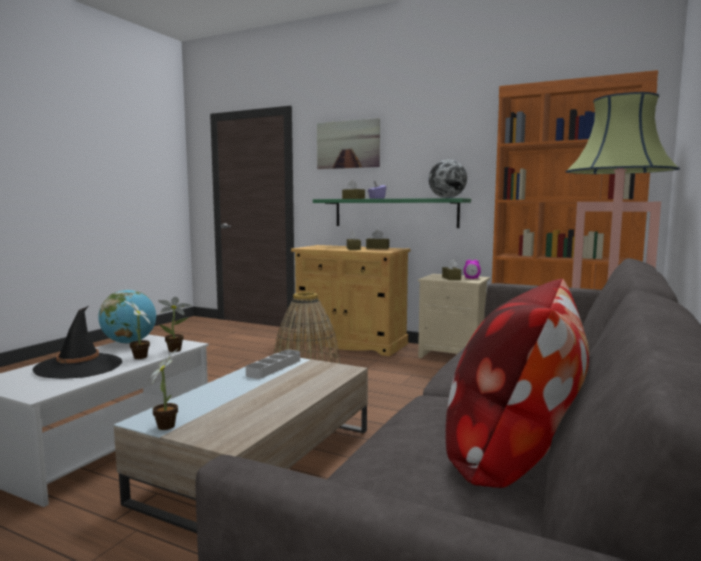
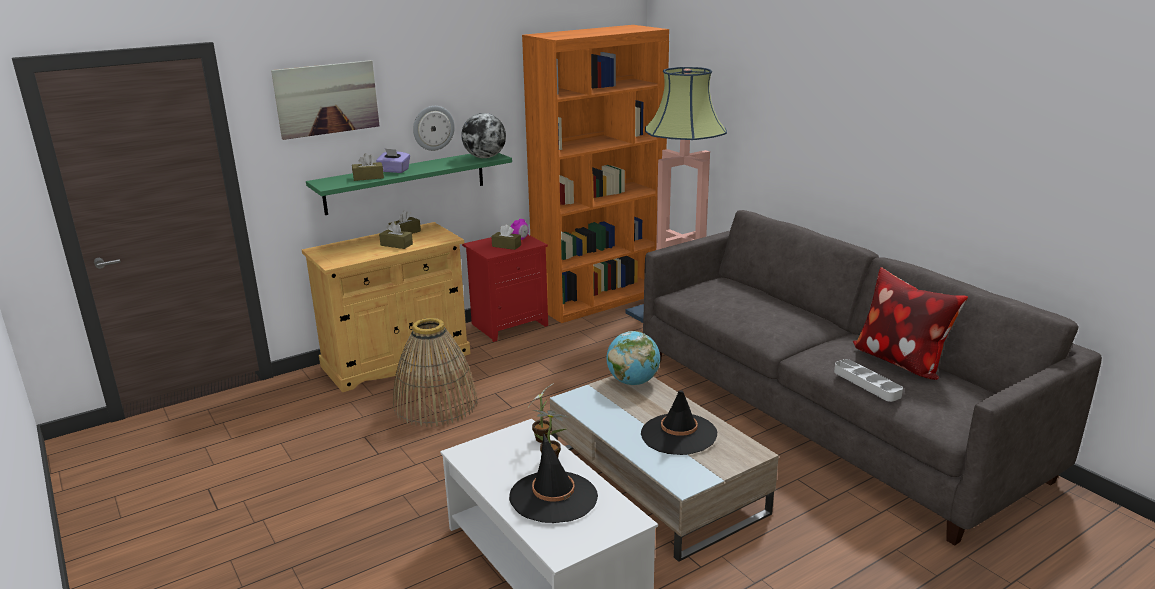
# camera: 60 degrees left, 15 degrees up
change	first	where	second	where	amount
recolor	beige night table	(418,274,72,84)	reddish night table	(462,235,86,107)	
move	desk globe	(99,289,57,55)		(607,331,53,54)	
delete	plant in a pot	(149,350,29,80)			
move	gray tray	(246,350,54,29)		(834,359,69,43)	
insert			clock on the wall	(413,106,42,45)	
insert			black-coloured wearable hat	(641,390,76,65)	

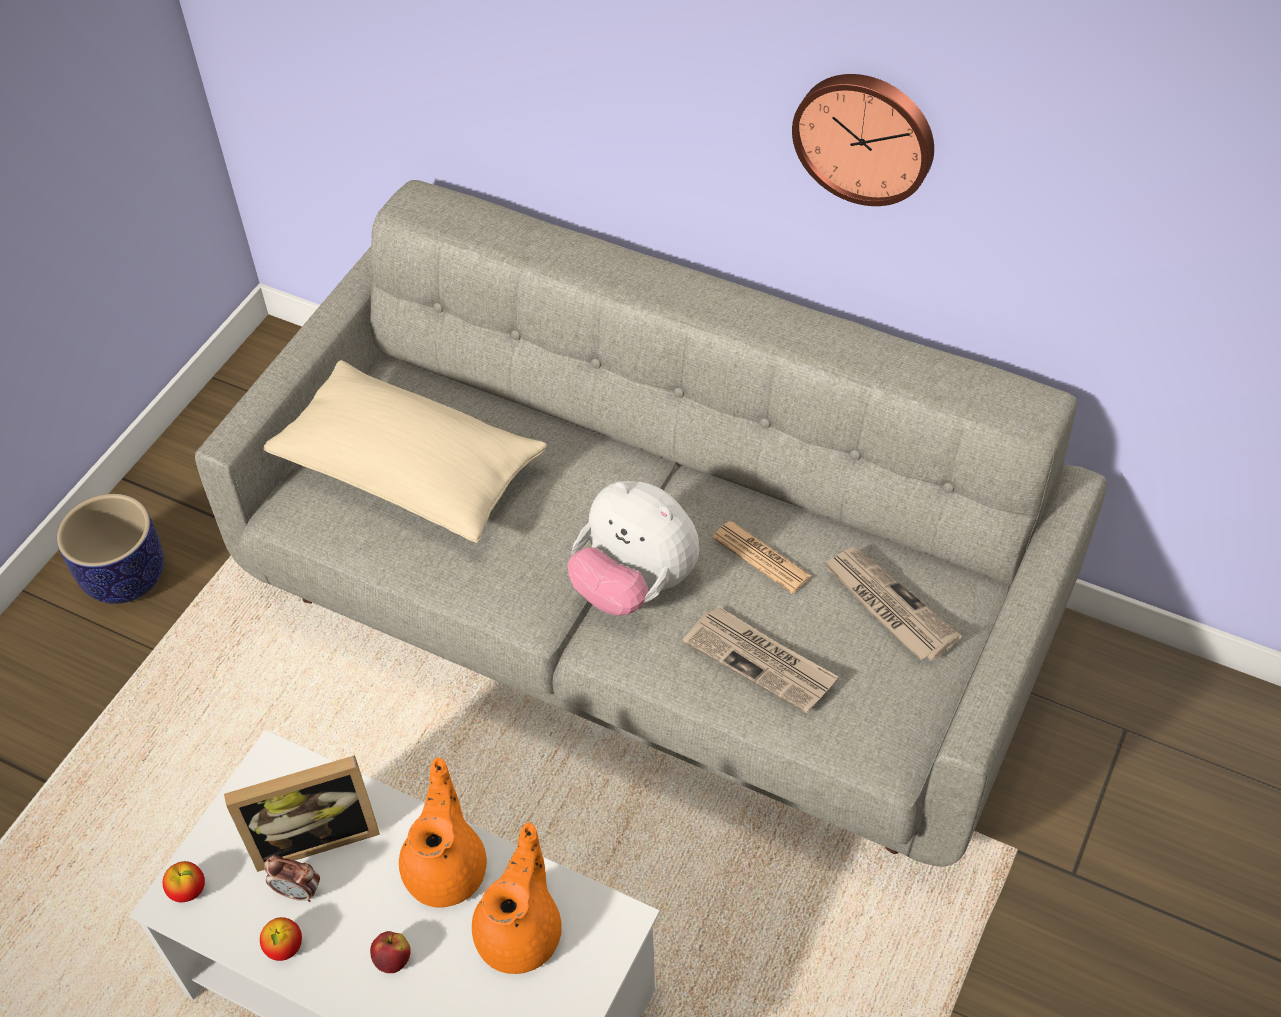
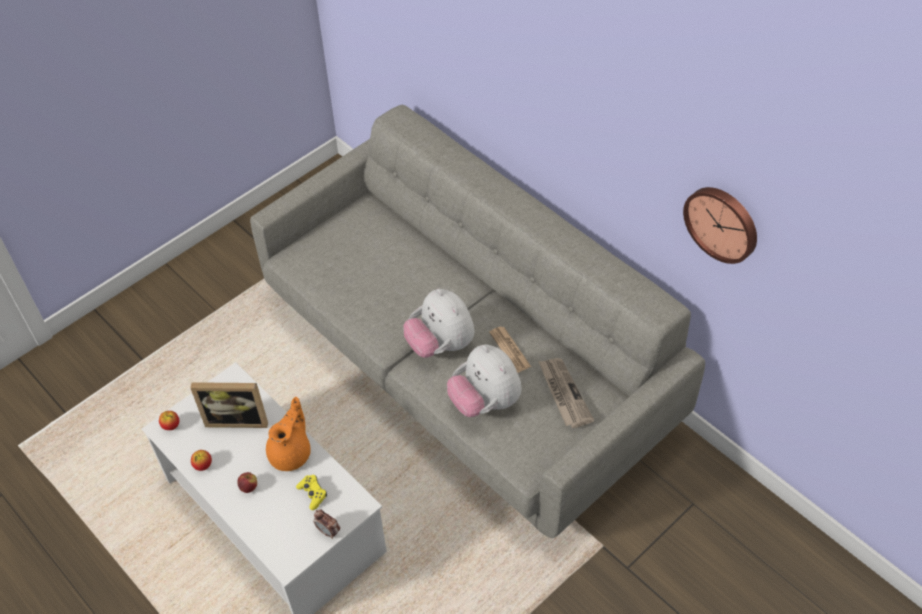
# camera: 20 degrees right, 0 degrees up
change	first	where	second	where	amount
move	clock on the wall	(792,74,142,132)		(683,187,74,77)	
delete	beige cushion	(263,360,284,183)			
delete	flower pot	(57,494,107,110)			
replace	daily paper	(683,606,155,108)	cuddly toy	(447,345,75,72)	
replace	orange teapot	(472,822,90,152)	yellow-coloured gamepad	(296,475,31,35)	
move	table clock	(265,855,55,47)		(313,510,27,29)	

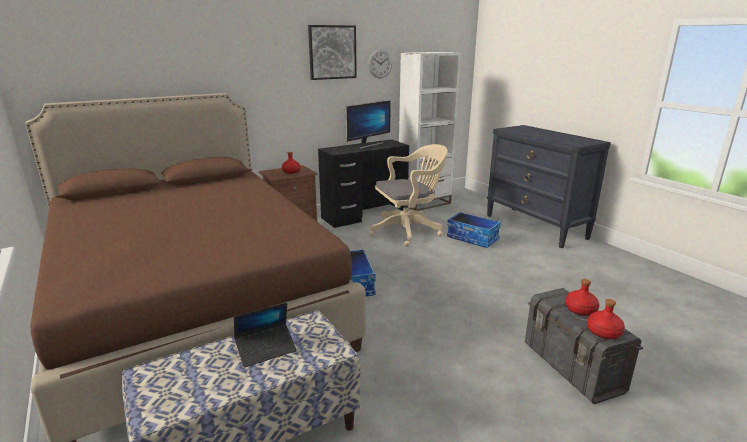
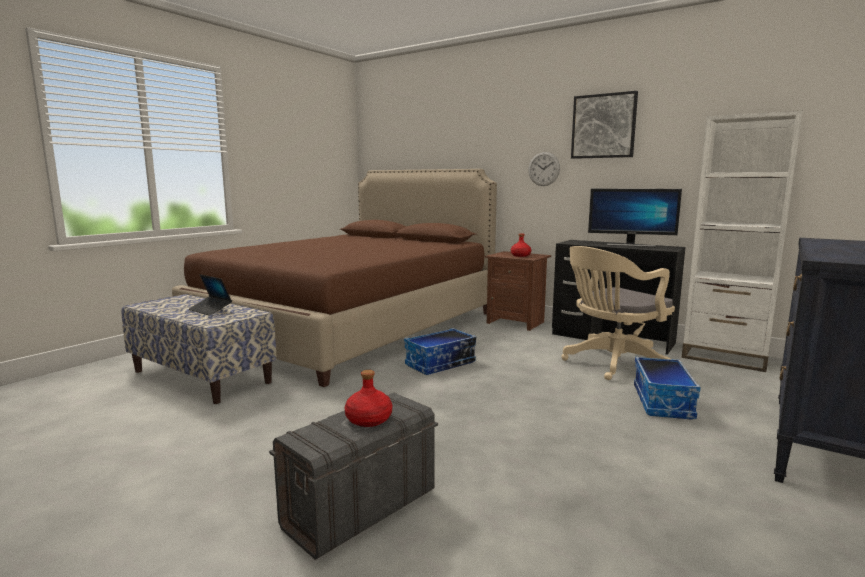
# camera: 65 degrees right, 10 degrees down
change	first	where	second	where	amount
move	clock on the wall	(368,49,24,29)		(528,152,32,34)	
rotate	beige computer chair	(369,144,79,102)		(561,246,114,134)	105 degrees clockwise
delete	reddish bottle	(587,299,38,40)			

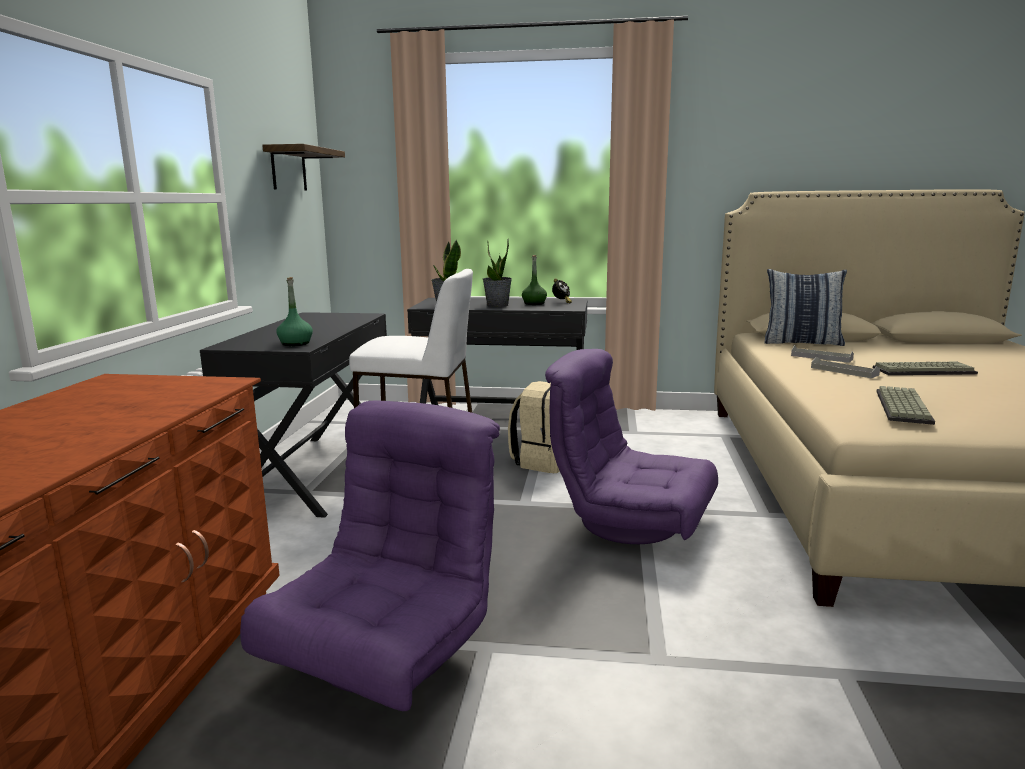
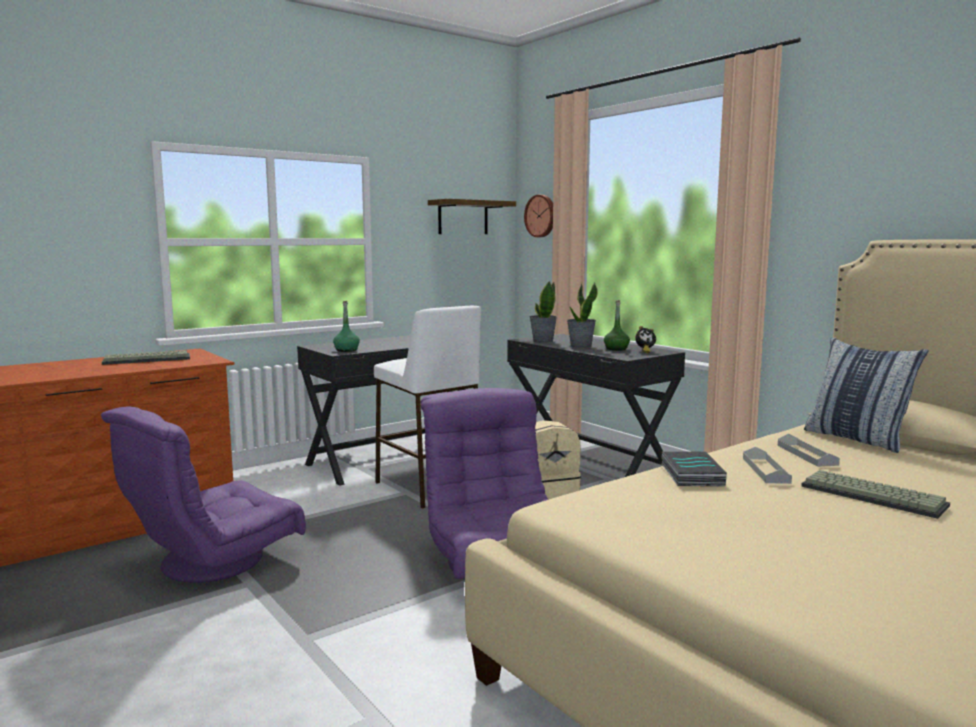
# camera: 45 degrees right, 5 degrees down
change	first	where	second	where	amount
move	computer keyboard	(876,386,59,39)		(102,350,88,15)	
rotate	purple-coloured armchair	(240,401,260,310)		(101,406,205,177)	150 degrees clockwise
insert			clock on the wall	(524,195,29,42)	
insert			volume	(661,451,66,35)	

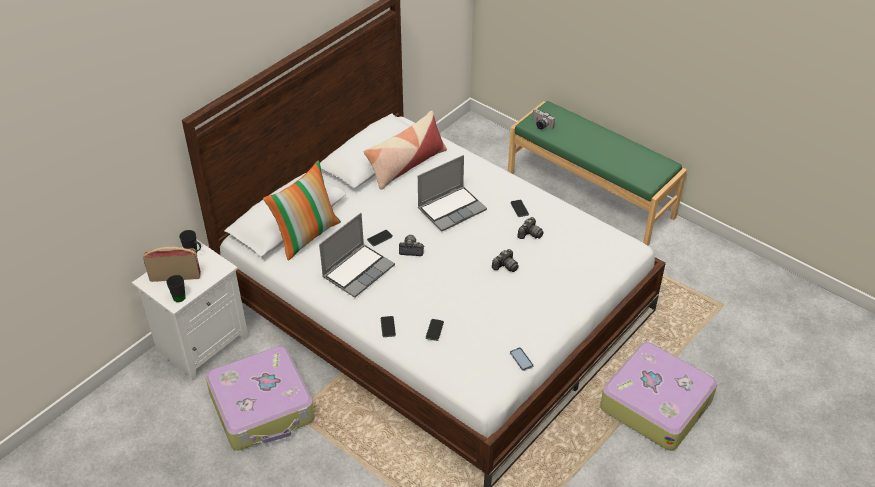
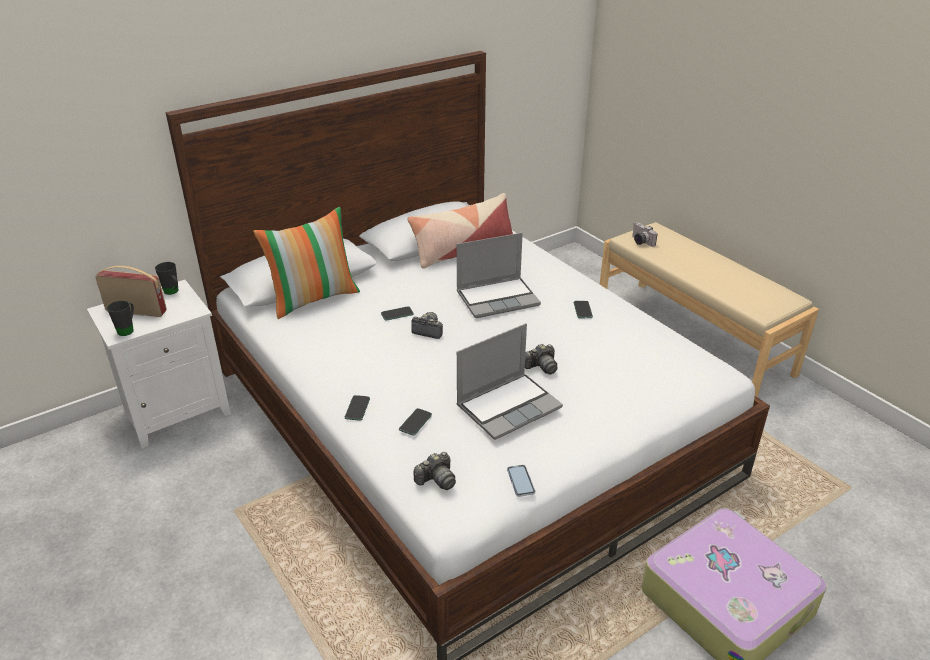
# camera: 15 degrees right, 10 degrees down
change	first	where	second	where	amount
recolor	green-coloured bench	(508,101,179,145)	beige bench	(600,222,219,175)	
move	notebook computer	(319,213,76,85)		(456,323,107,117)	
move	still camera	(517,217,27,22)		(414,452,42,38)	
delete	piece of luggage	(205,346,110,105)			

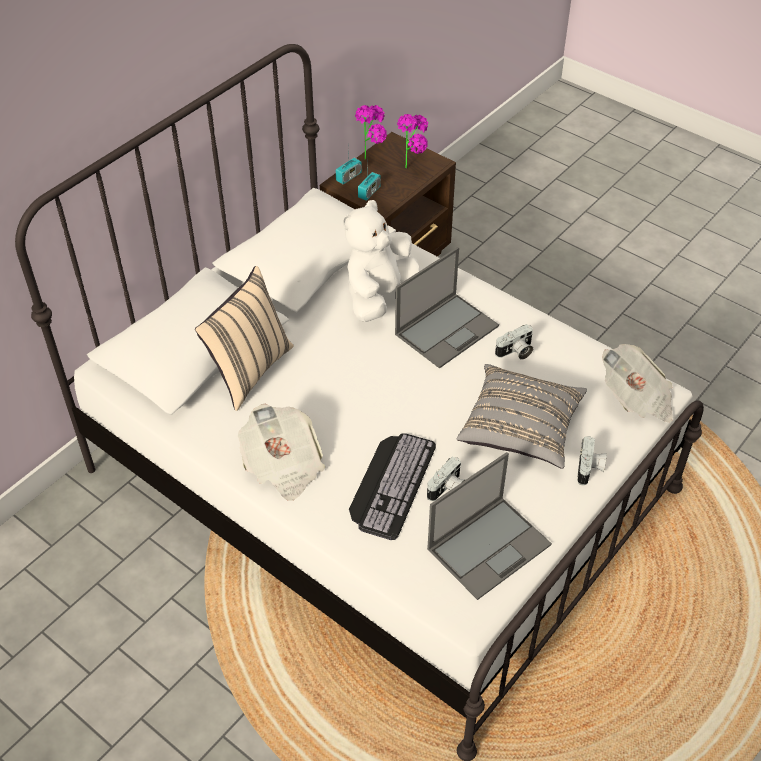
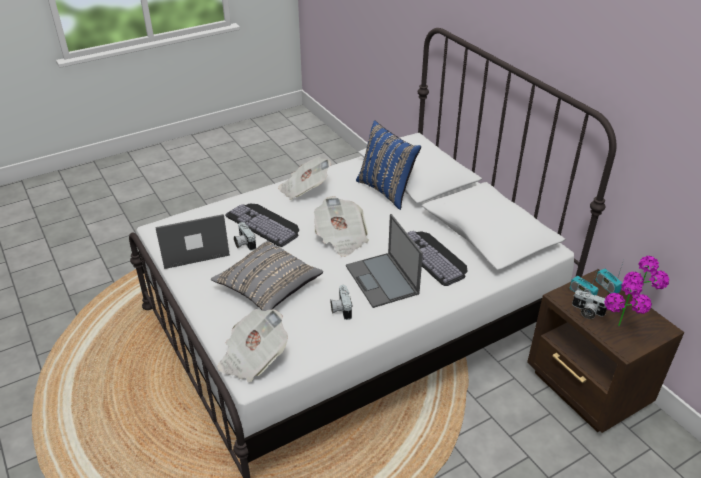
# camera: 110 degrees right, 10 degrees down
change	first	where	second	where	amount
replace	white-coloured cuddly toy	(343,200,77,122)	computer keyboard	(407,231,61,55)	
recolor	beige cushion	(195,266,99,145)	bluish cushion	(356,120,65,90)	
move	still camera	(577,436,30,49)		(572,290,35,29)	
rotate	notebook computer	(427,452,125,148)		(155,214,75,55)	90 degrees clockwise
insert			daily paper	(314,196,55,61)	

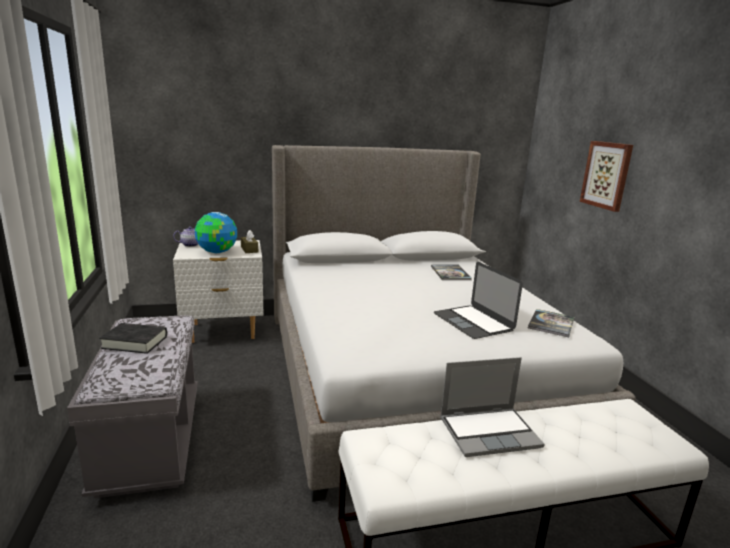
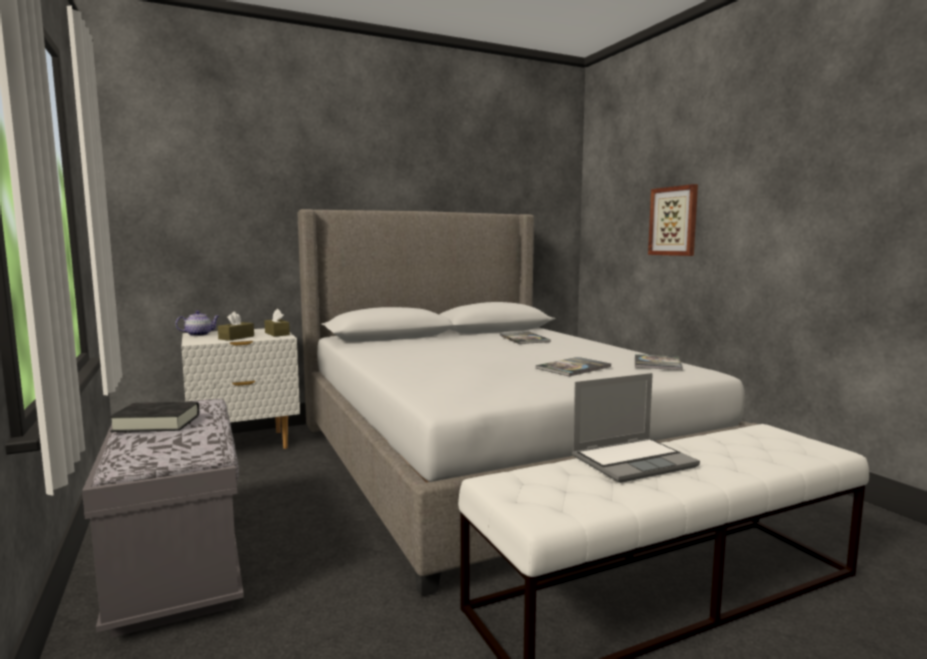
# camera: 10 degrees left, 10 degrees down
change	first	where	second	where	amount
replace	desk globe	(195,212,42,41)	brown tissue holder	(218,311,36,30)	
replace	notebook computer	(434,262,89,77)	volume	(536,357,75,19)	

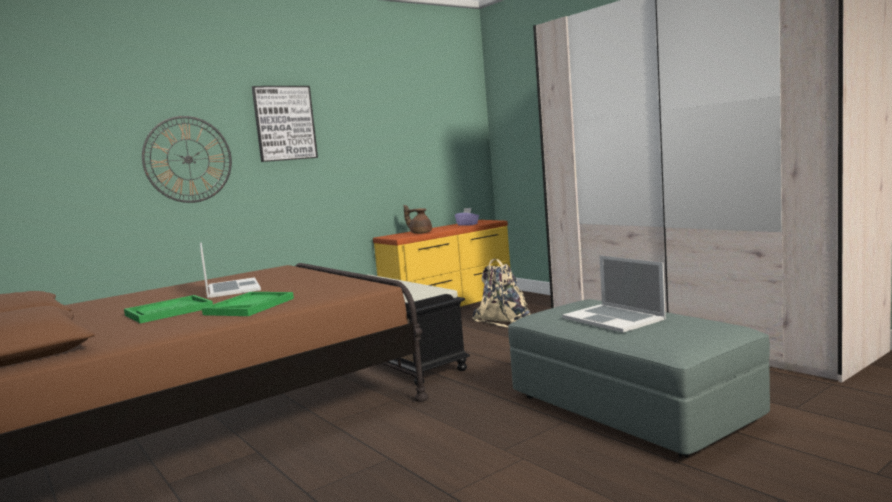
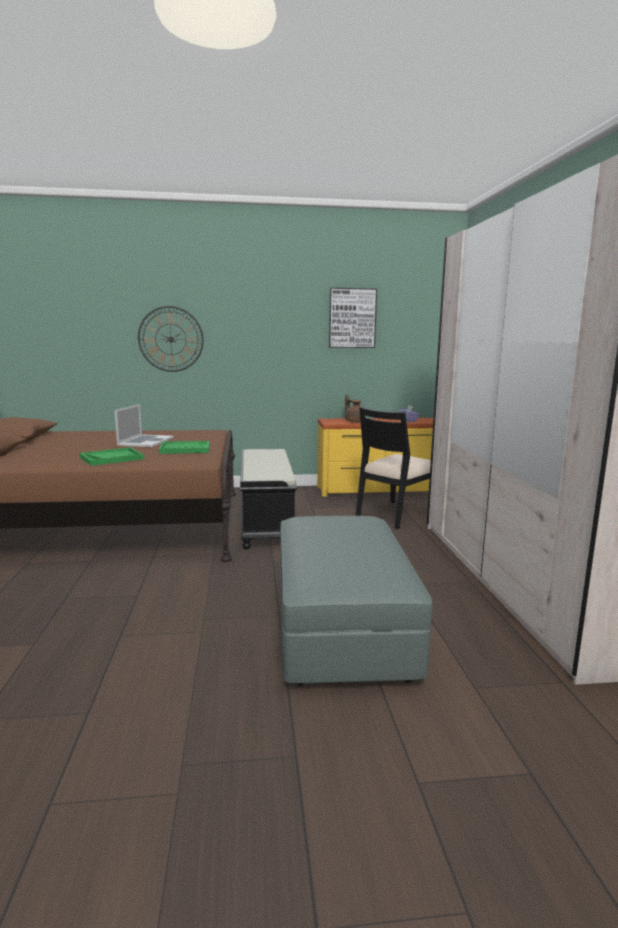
# camera: 30 degrees right, 5 degrees up
change	first	where	second	where	amount
move	wall picture	(252,86,66,76)		(329,288,48,60)	
delete	notebook computer	(562,255,104,78)			
replace	beige backpack	(472,258,59,70)	black-coloured upright chair	(356,407,75,122)	
move	green-coloured tray	(124,295,89,28)		(159,441,51,13)	

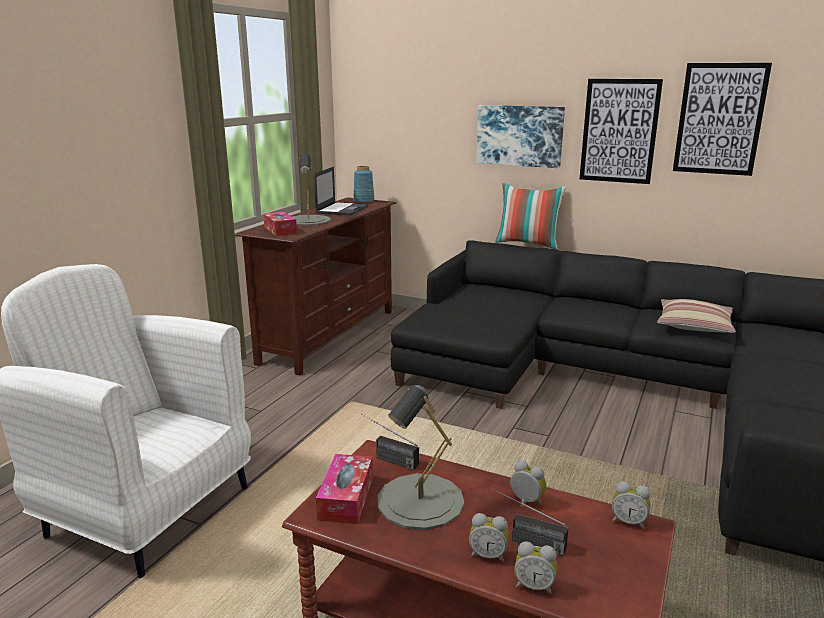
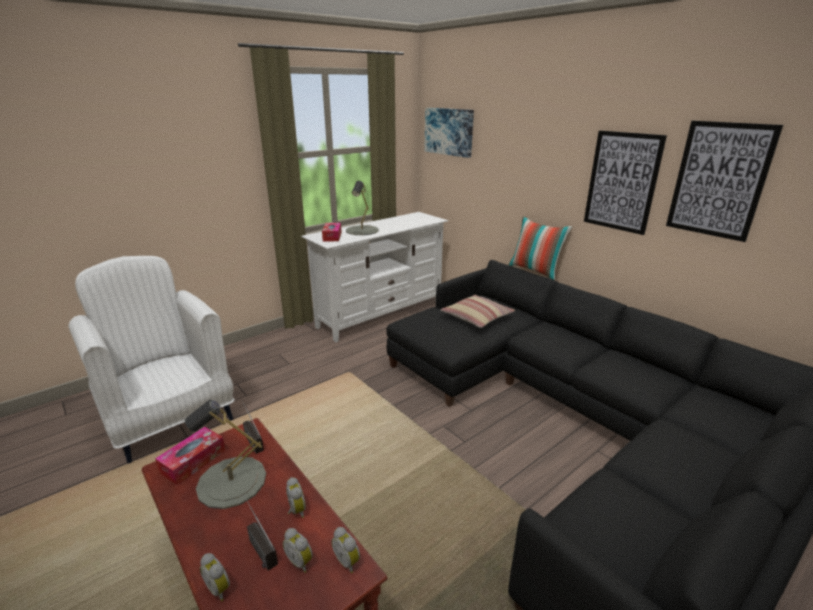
# camera: 25 degrees right, 5 degrees up
change	first	where	second	where	amount
move	wall picture	(476,105,89,63)		(425,108,49,50)	
delete	bluish decorative vase	(353,166,22,37)			
delete	notebook computer	(314,167,54,49)			
recolor	brown media console	(234,197,162,178)	white-coloured media console	(301,212,147,130)	
move	cushion	(657,299,79,34)		(440,295,75,33)	
move	table clock	(469,513,40,50)		(283,528,30,45)	

